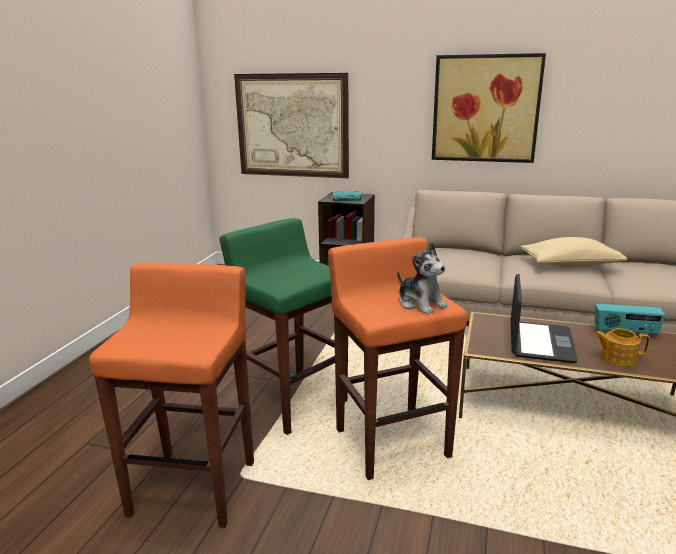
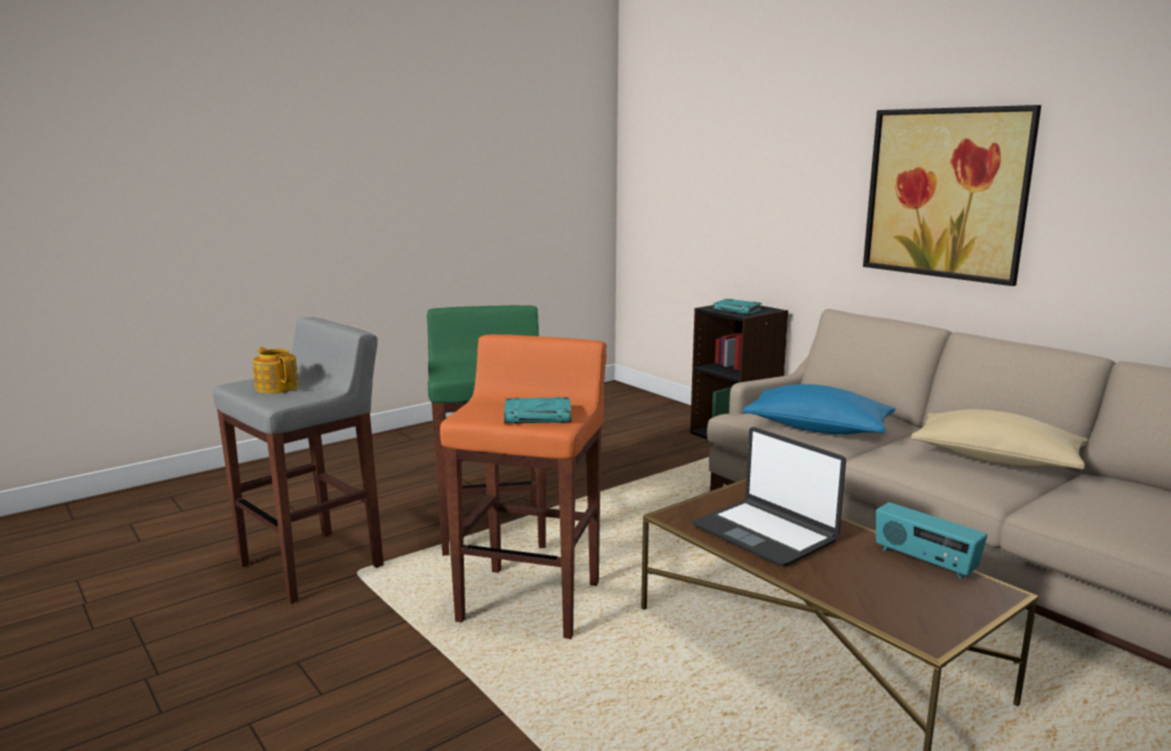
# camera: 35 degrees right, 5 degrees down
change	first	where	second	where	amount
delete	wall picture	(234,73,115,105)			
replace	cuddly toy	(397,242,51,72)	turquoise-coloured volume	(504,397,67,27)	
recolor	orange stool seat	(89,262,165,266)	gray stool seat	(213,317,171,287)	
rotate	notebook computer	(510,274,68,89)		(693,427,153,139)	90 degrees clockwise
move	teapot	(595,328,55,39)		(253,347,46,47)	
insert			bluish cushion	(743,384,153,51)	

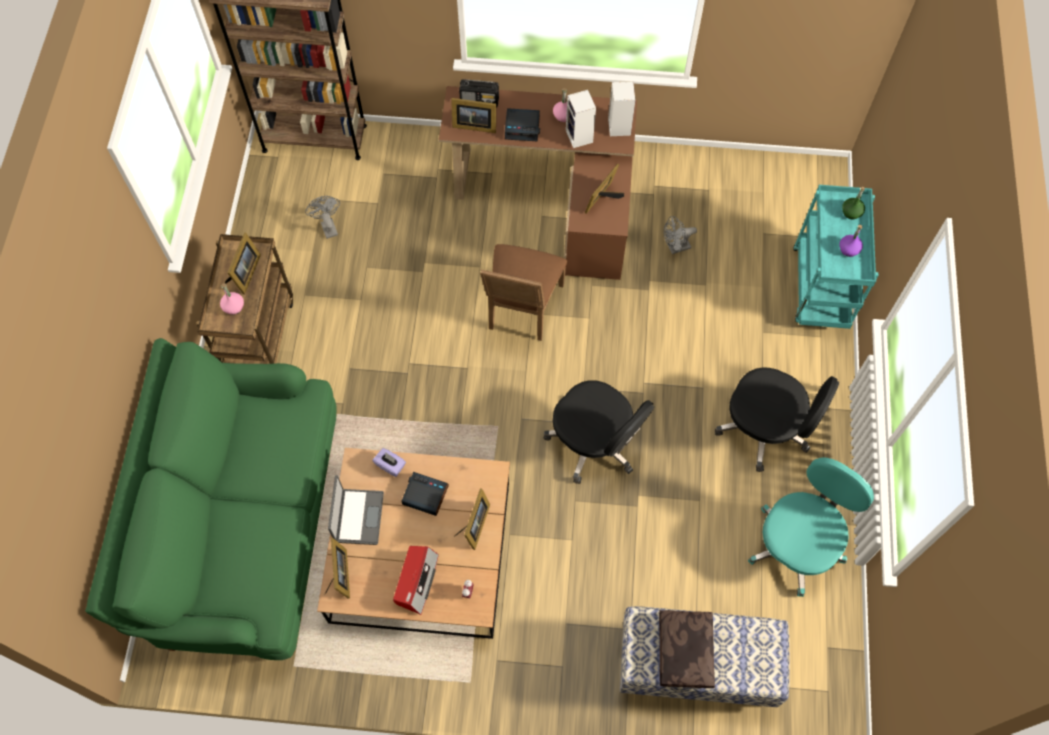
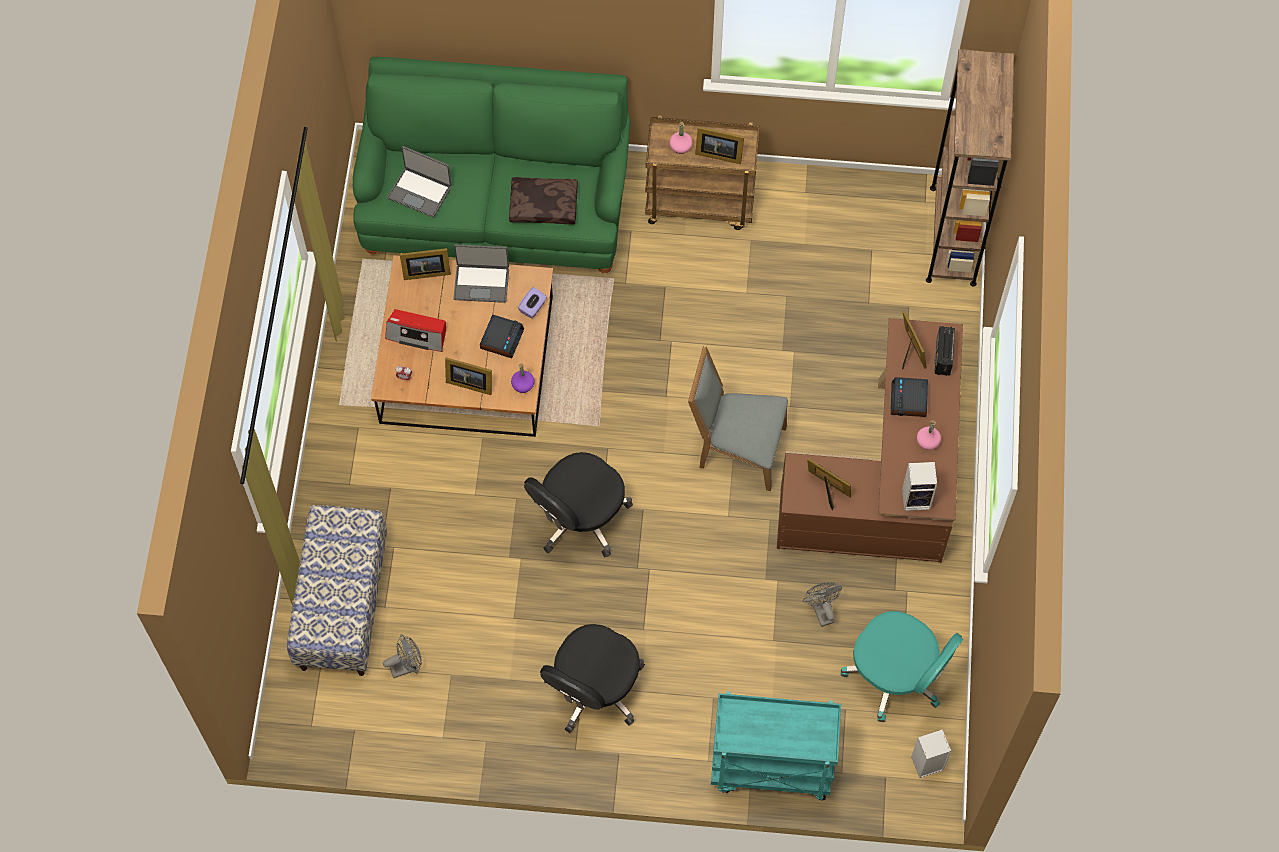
# camera: 90 degrees right, 0 degrees up
change	first	where	second	where	amount
move	loudspeaker	(566,90,30,58)		(911,729,40,49)	
rotate	standing frame	(451,98,45,35)		(902,311,25,59)	150 degrees clockwise
delete	green-coloured bottle	(842,187,23,33)			
move	gray electric fan	(305,196,35,43)		(383,634,39,44)	
move	purple-coloured bottle	(840,225,23,32)		(511,363,24,30)	
recolor	brown upright chair	(480,244,87,97)	gray upright chair	(688,346,100,145)	
move	turquoise-coloured computer chair	(748,457,126,140)		(841,611,122,111)	
move	brown cushion	(659,610,56,78)		(509,177,69,48)	
insert			notebook computer	(387,146,65,72)	

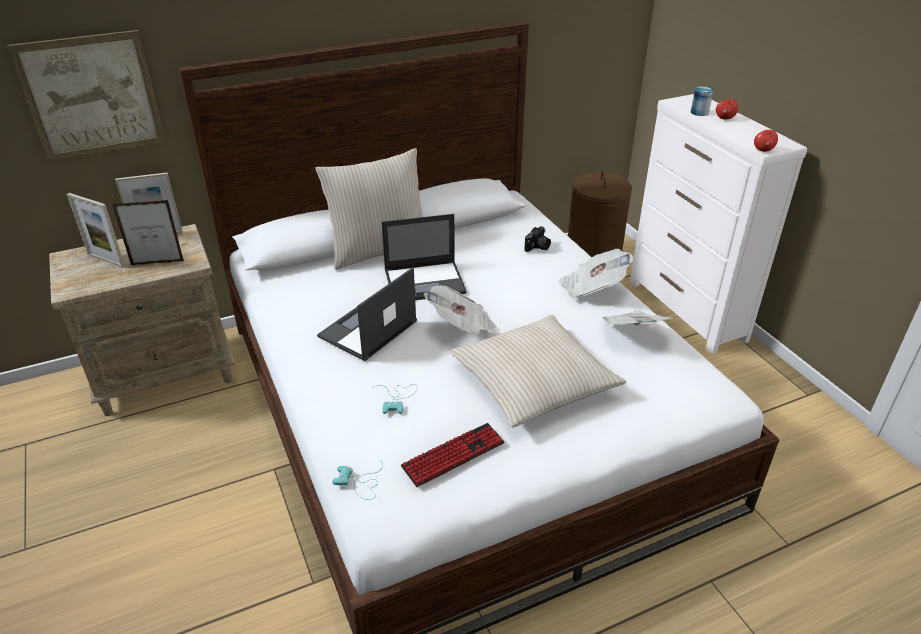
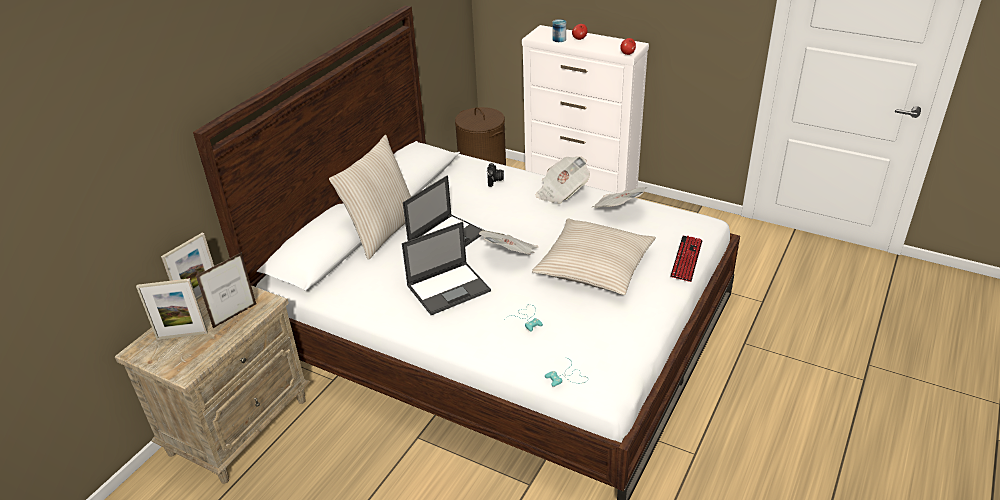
# camera: 35 degrees left, 0 degrees up
change	first	where	second	where	amount
delete	wall picture	(7,30,159,132)			
rotate	notebook computer	(317,267,100,94)		(402,222,89,93)	120 degrees counterclockwise
move	computer keyboard	(401,423,103,64)		(670,236,33,46)	

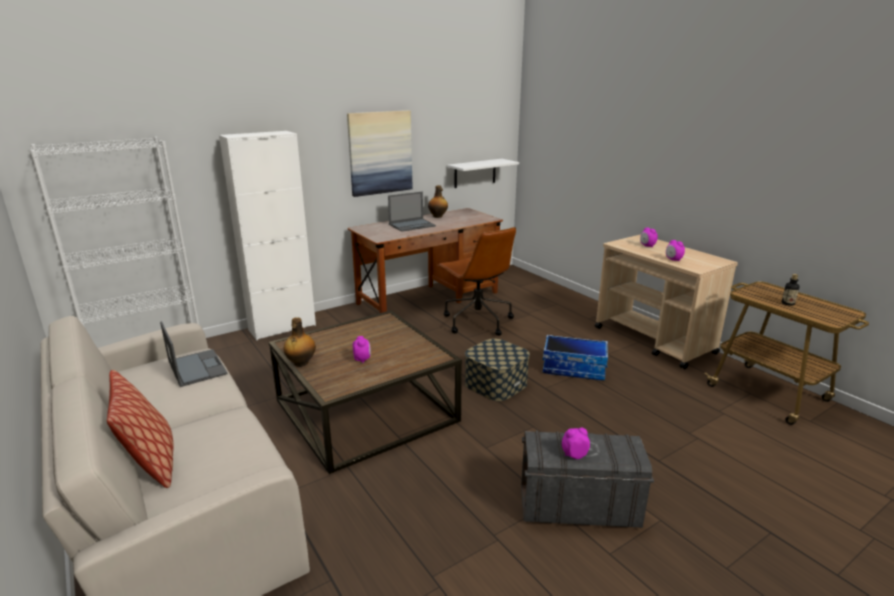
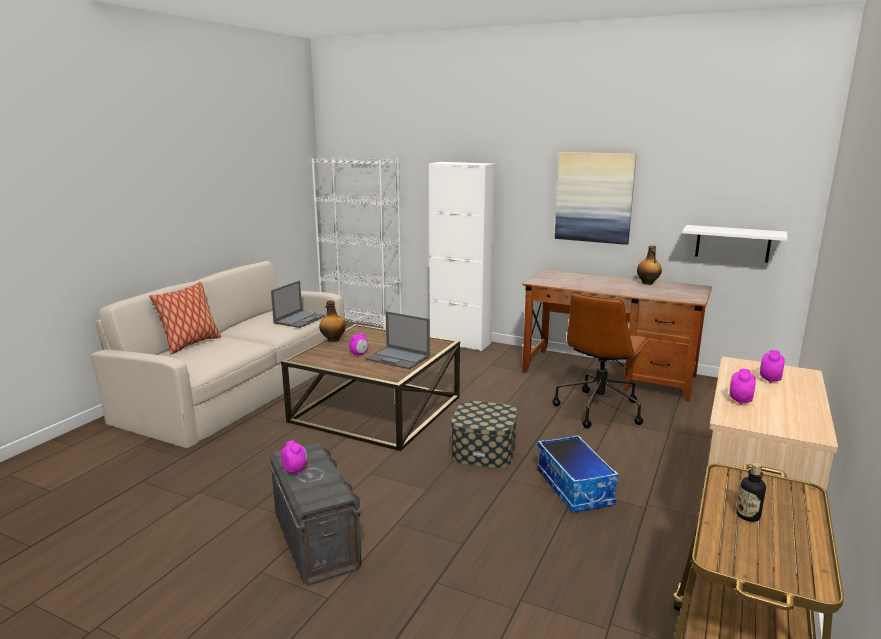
# camera: 60 degrees right, 5 degrees down
change	first	where	second	where	amount
move	notebook computer	(388,192,48,40)		(365,311,65,58)	

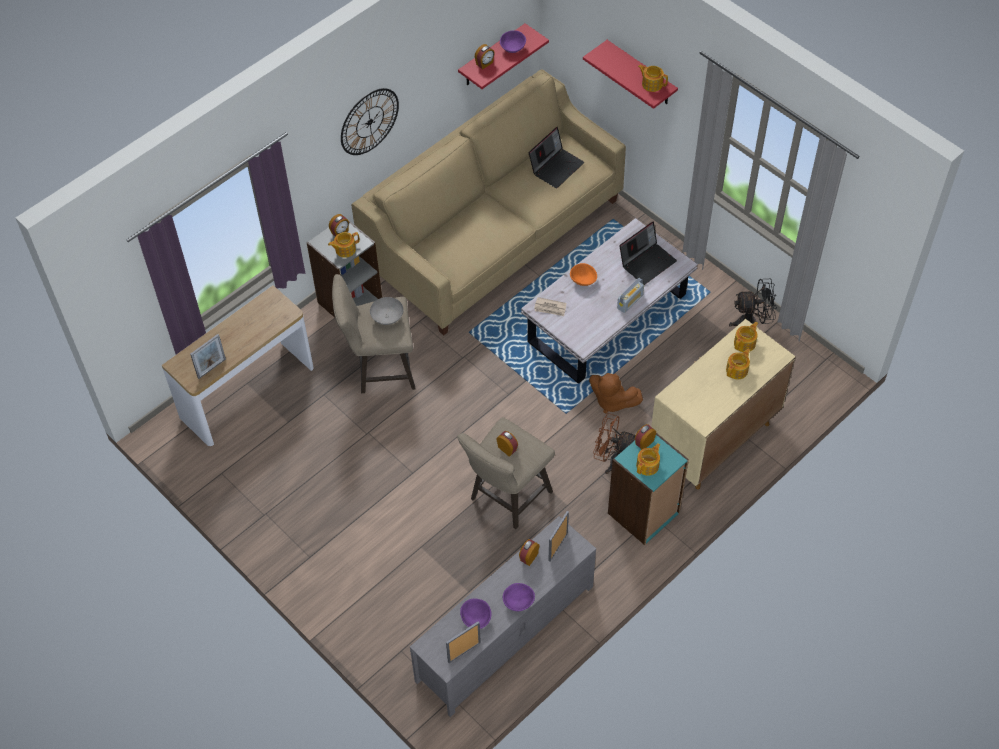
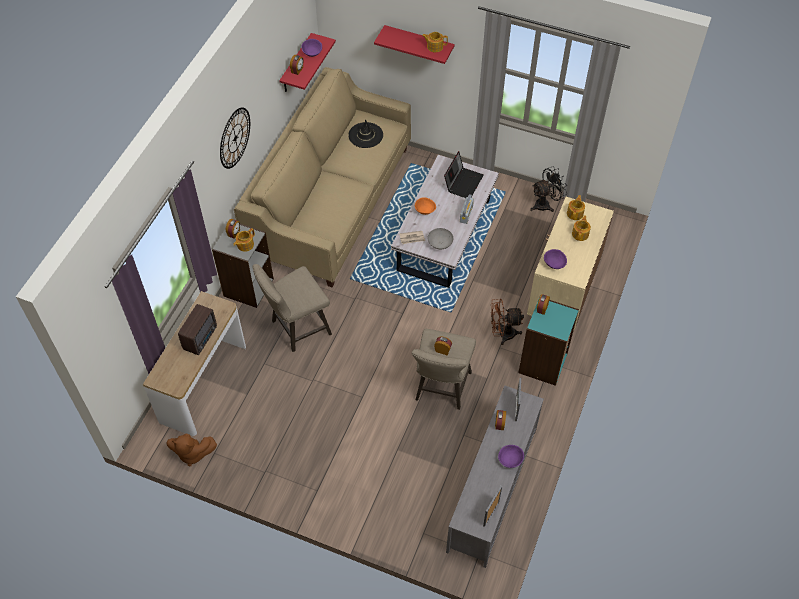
# camera: 25 degrees left, 0 degrees up
change	first	where	second	where	amount
replace	notebook computer	(529,127,55,61)	black-coloured wearable hat	(348,120,35,28)	
move	gray deep dish	(370,297,33,28)		(428,228,25,21)	
delete	standing frame	(190,334,36,45)			
move	brown cuddly toy	(589,373,54,41)		(166,434,51,32)	
delete	teapot	(636,443,24,33)			
move	purple-coloured deep dish	(460,598,32,31)		(544,249,23,20)	
insert			radio set	(178,304,39,51)	

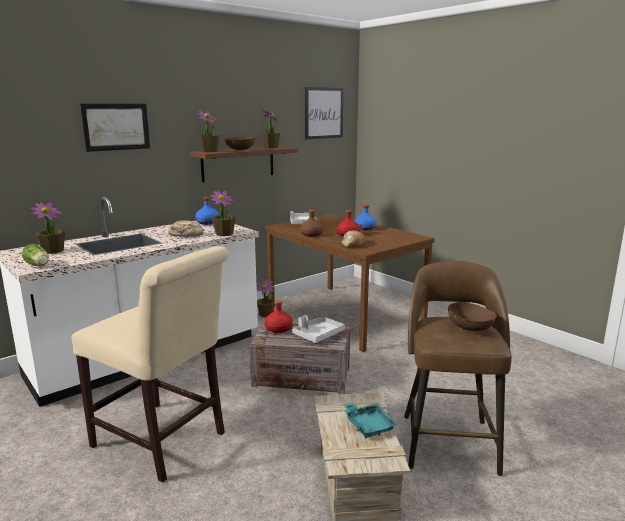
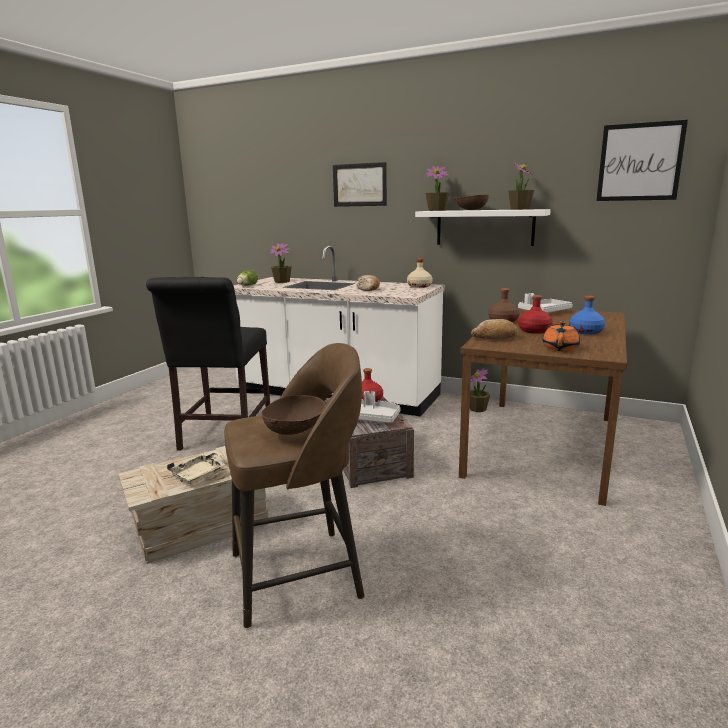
# camera: 65 degrees right, 0 degrees up
change	first	where	second	where	amount
recolor	brown shelf	(190,146,108,36)	white-coloured shelf	(415,209,136,37)	
delete	plant in a pot	(210,191,26,45)			
recolor	bluish bottle	(195,197,25,28)	beige bottle	(407,258,26,30)	
recolor	beige upright chair	(72,246,156,236)	black-coloured upright chair	(146,277,124,174)	
recolor	turquoise-coloured tray	(343,403,55,35)	beige tray	(167,451,59,33)	
insert			orange teapot	(543,321,37,30)	

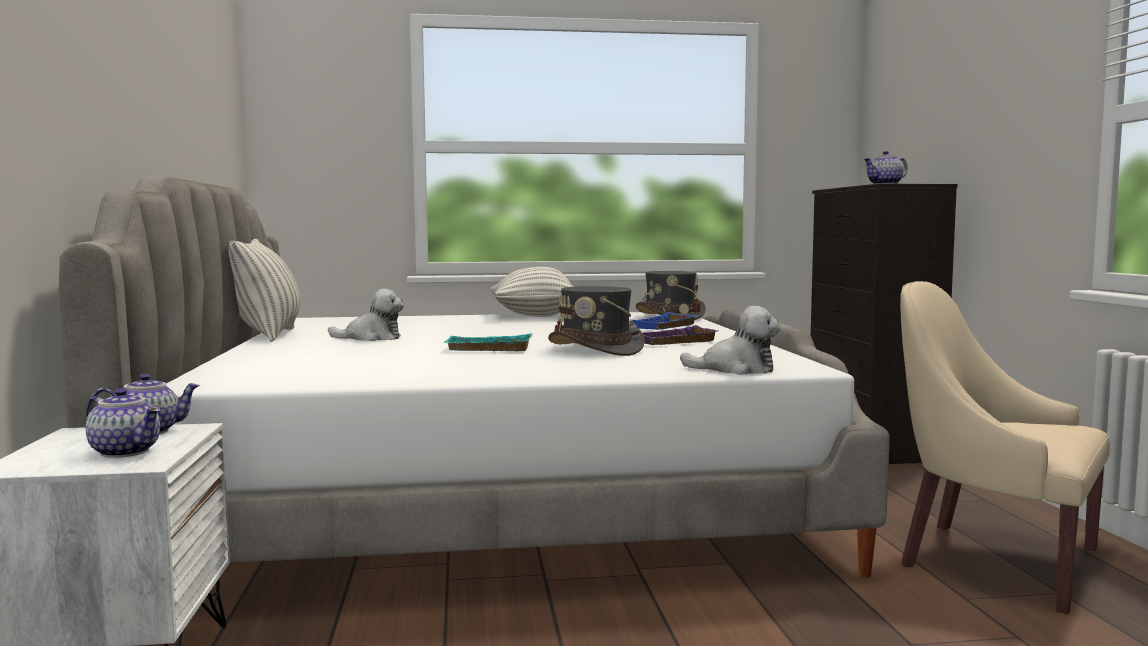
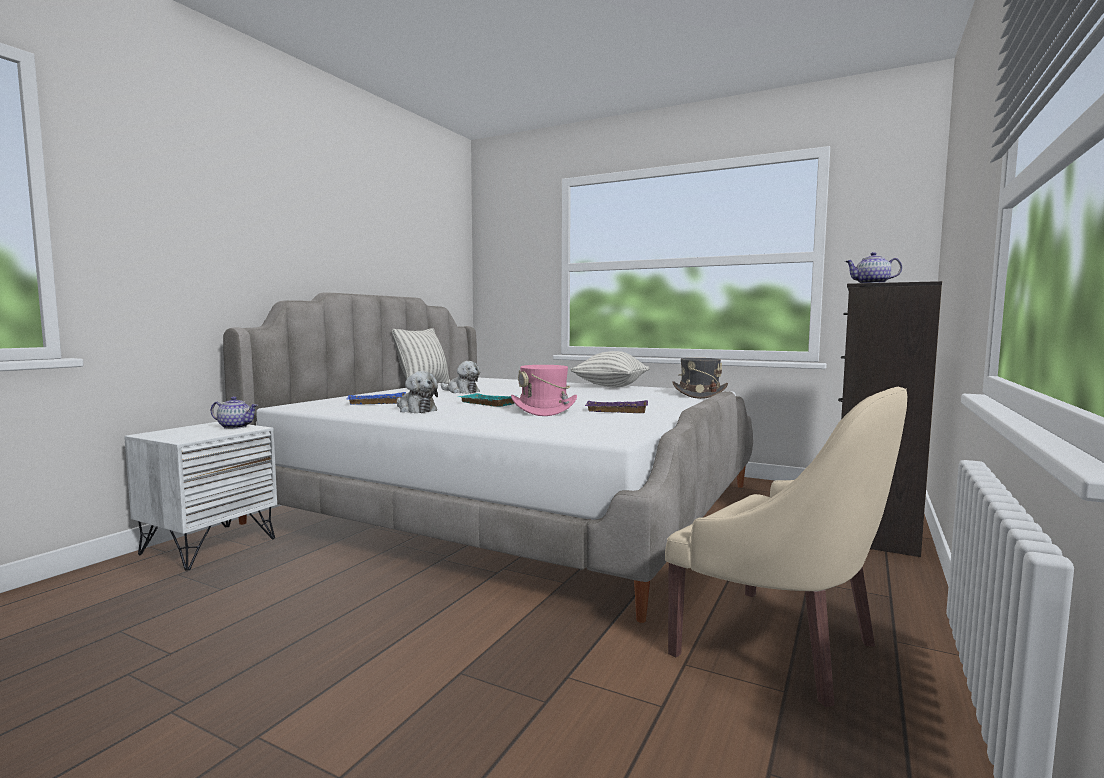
# camera: 35 degrees right, 0 degrees up
change	first	where	second	where	amount
rotate	beige armchair	(900,281,210,333)		(665,386,242,321)	150 degrees clockwise
recolor	gray wearable hat	(548,286,97,70)	pinkish wearable hat	(511,365,66,51)	
move	cuddly toy	(680,306,101,69)		(397,371,41,42)	
move	bluish tray	(632,312,67,18)		(346,392,60,13)	
delete	teapot	(86,388,74,70)			

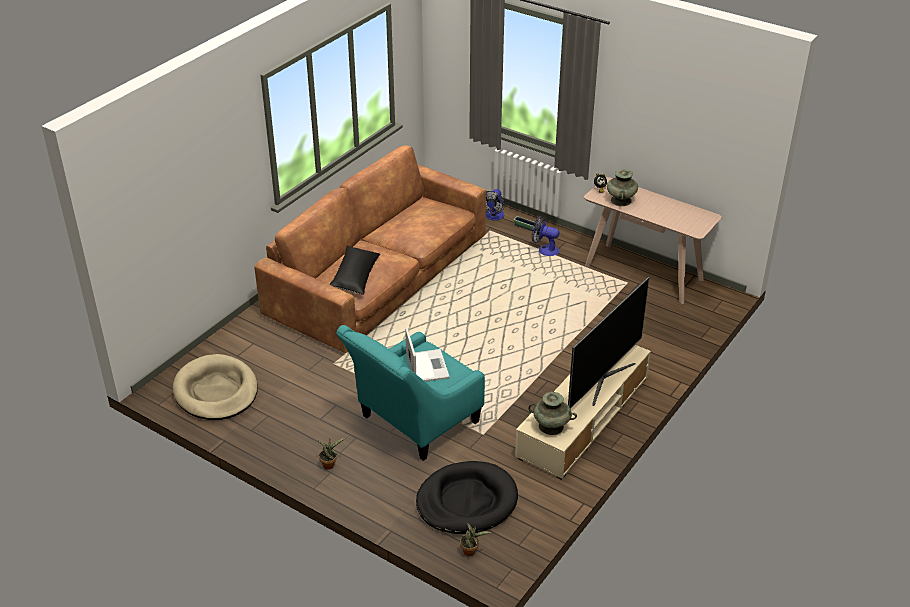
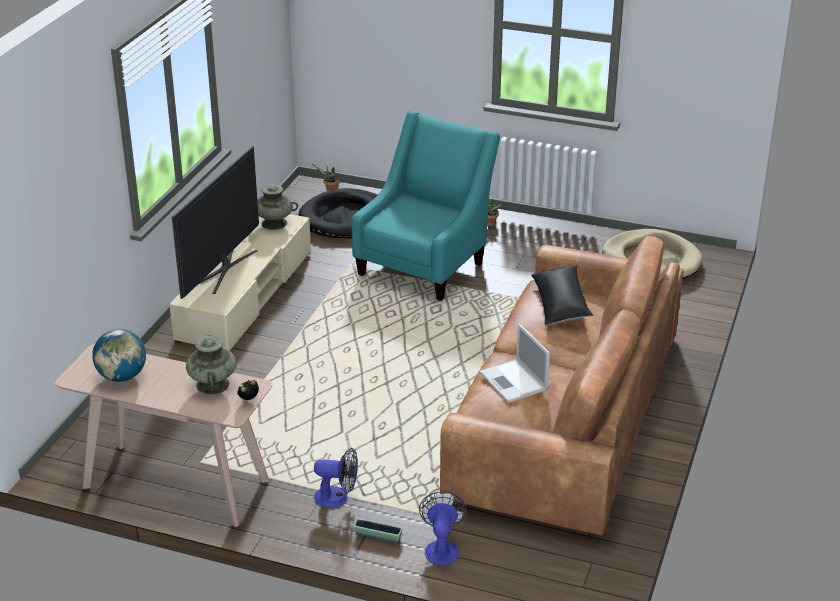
# camera: 165 degrees right, 5 degrees down
change	first	where	second	where	amount
move	notebook computer	(405,328,45,54)		(479,324,71,79)	
insert			desk globe	(92,329,54,53)	

